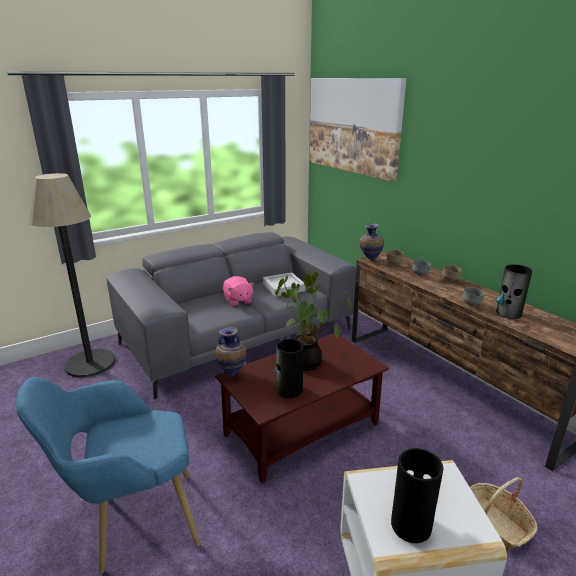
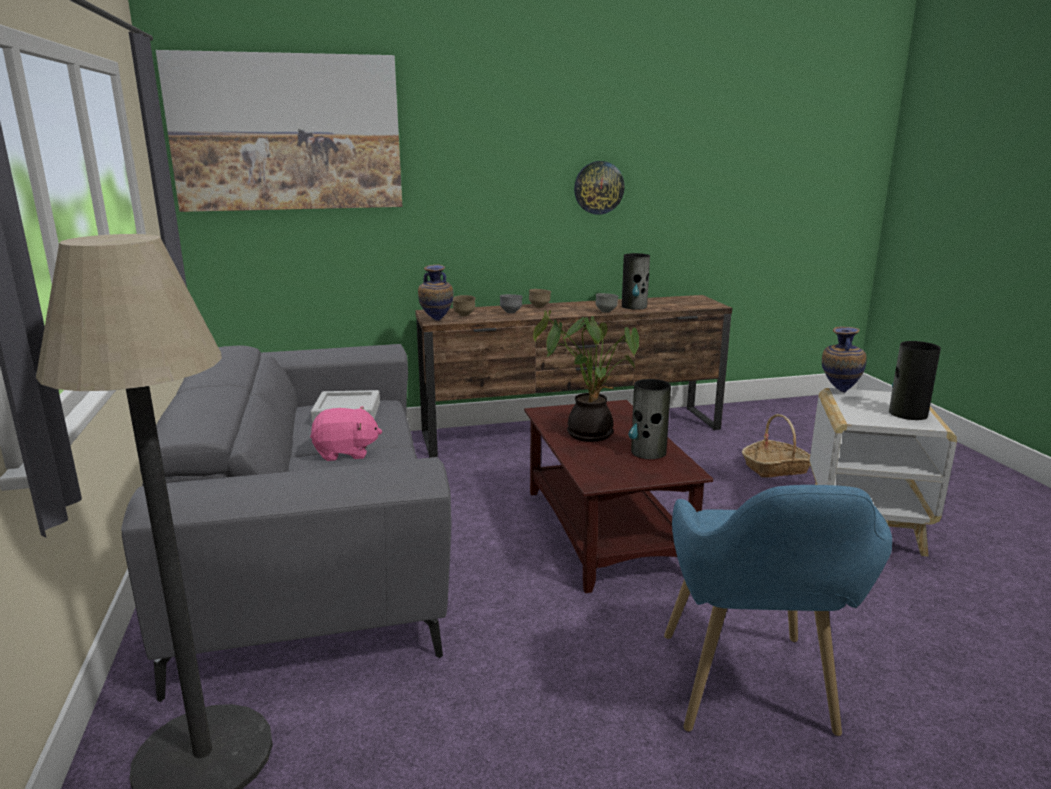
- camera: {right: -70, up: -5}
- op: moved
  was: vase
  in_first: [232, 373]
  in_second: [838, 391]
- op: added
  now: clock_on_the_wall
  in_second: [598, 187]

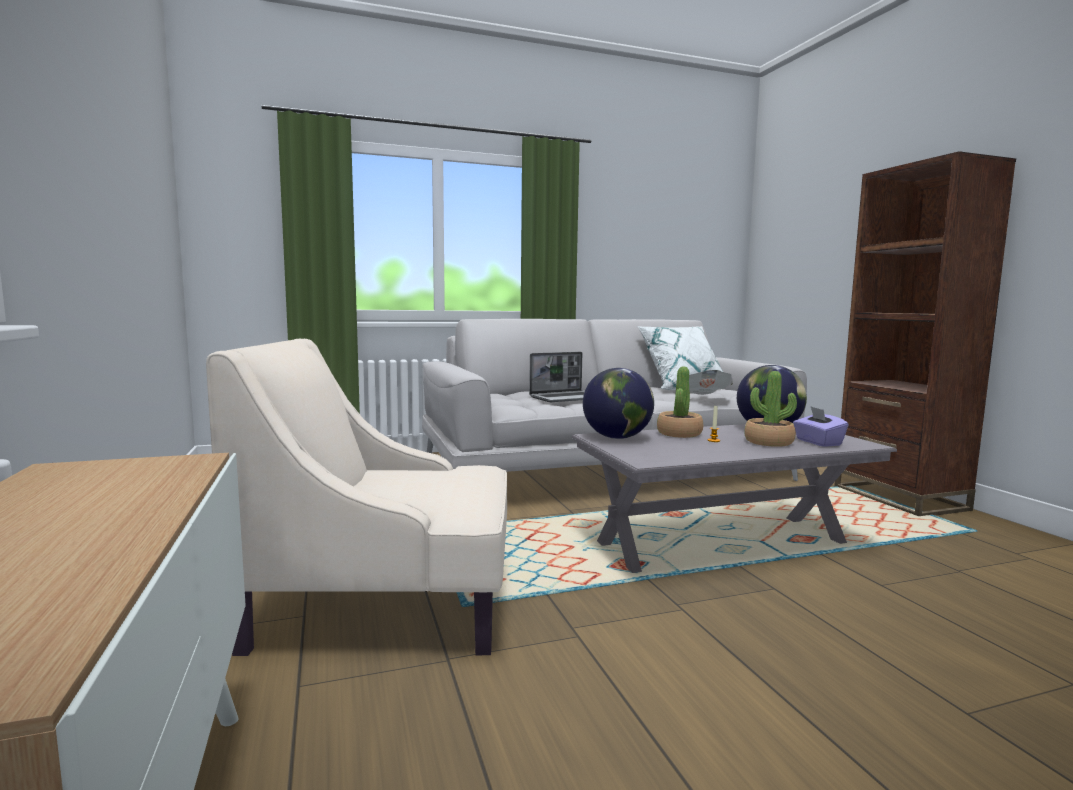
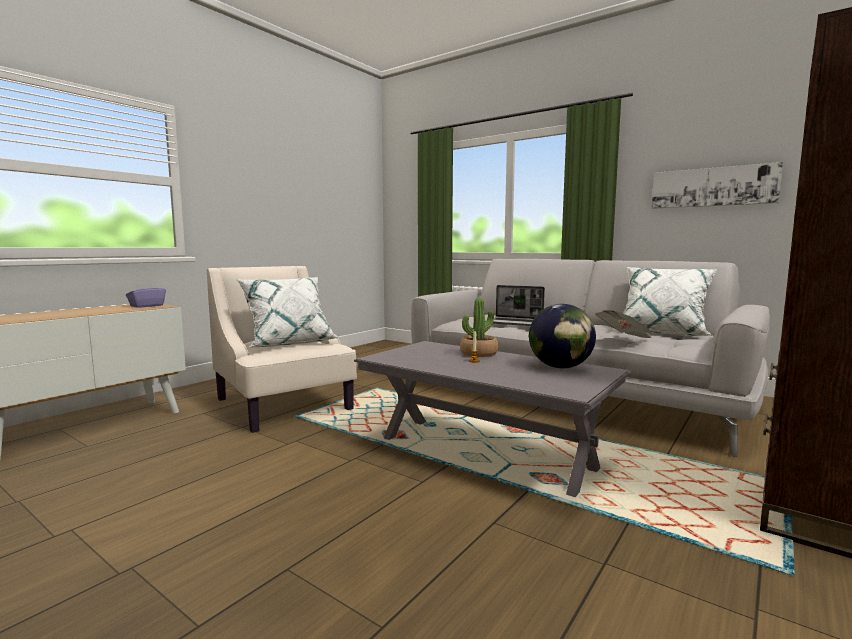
- camera: {right: 55, up: 0}
- op: removed
  was: desk_globe
  in_first: [617, 437]
- op: removed
  was: houseplant
  in_first: [768, 442]
- op: moved
  was: purple-coloured_box_of_tissues
  in_first: [818, 442]
  in_second: [147, 306]
- op: added
  now: white_cushion
  in_second: [289, 343]
- op: added
  now: picture
  in_second: [713, 187]

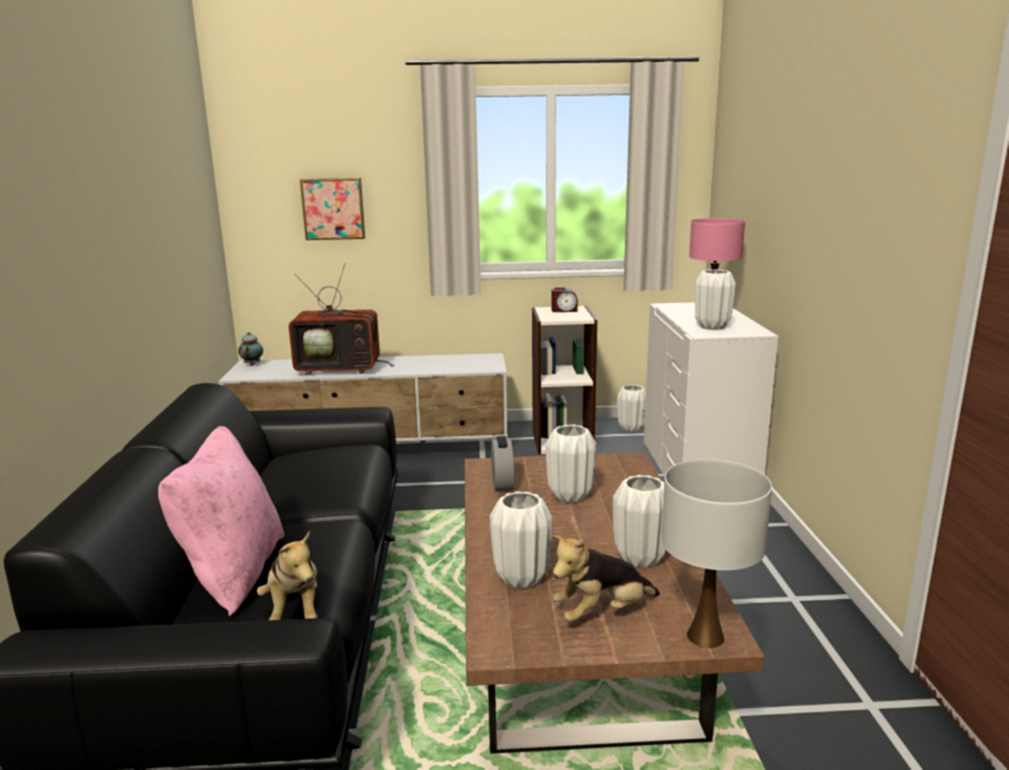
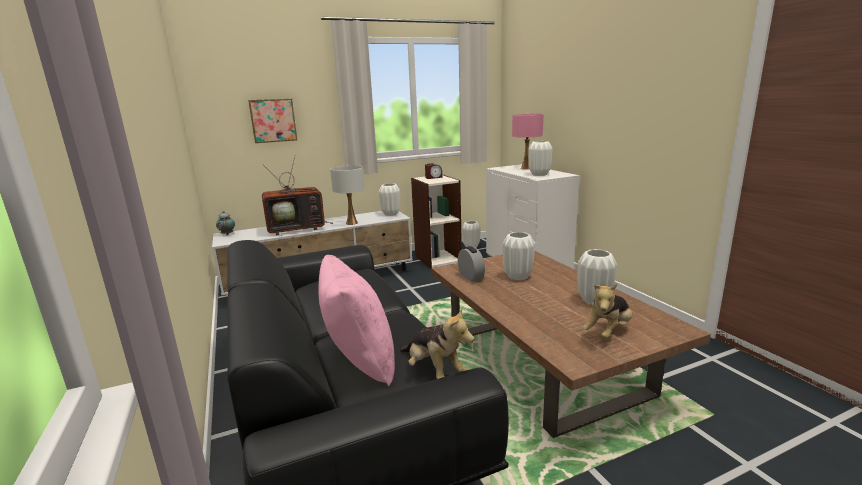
- camera: {right: -20, up: 0}
- op: moved
  was: white_vase
  in_first: [520, 578]
  in_second: [390, 214]
- op: moved
  was: white_tabletop_lamp
  in_first: [705, 636]
  in_second: [351, 223]

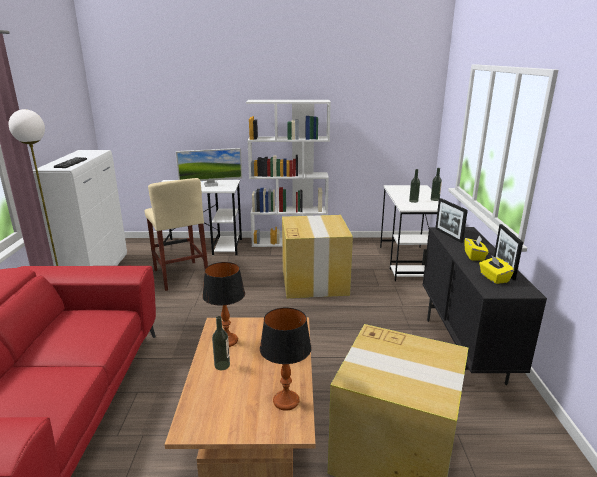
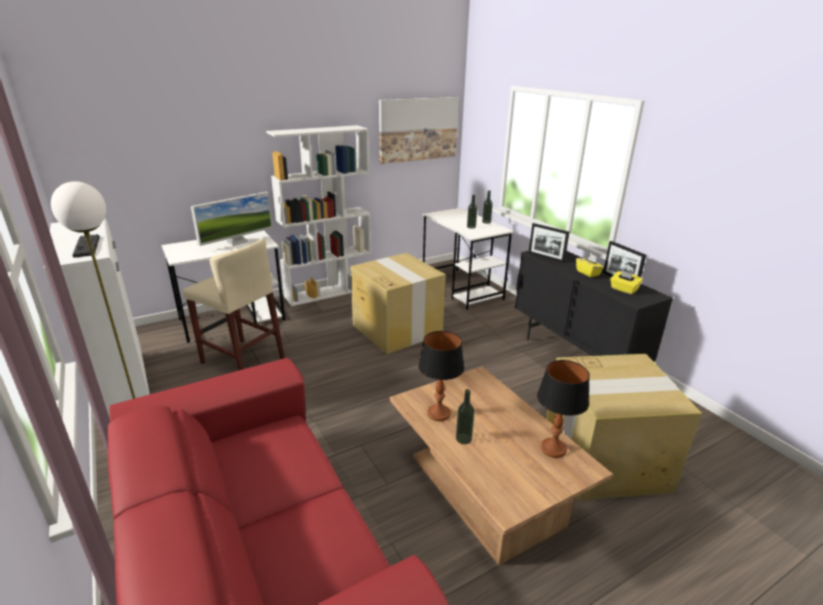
- camera: {right: -30, up: 5}
- op: added
  now: picture
  in_second: [418, 129]

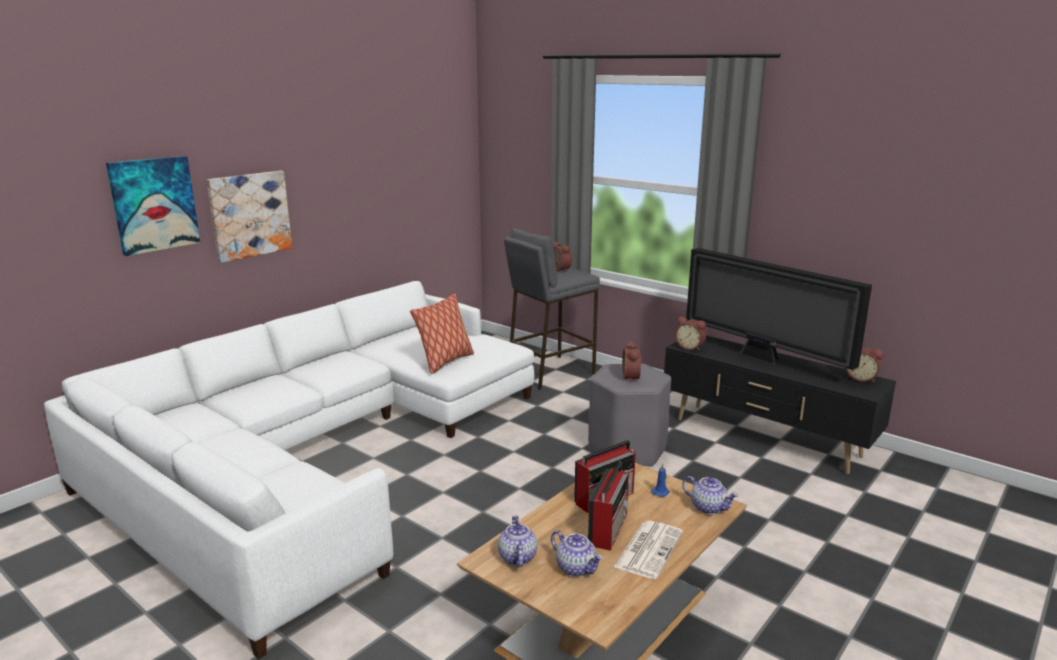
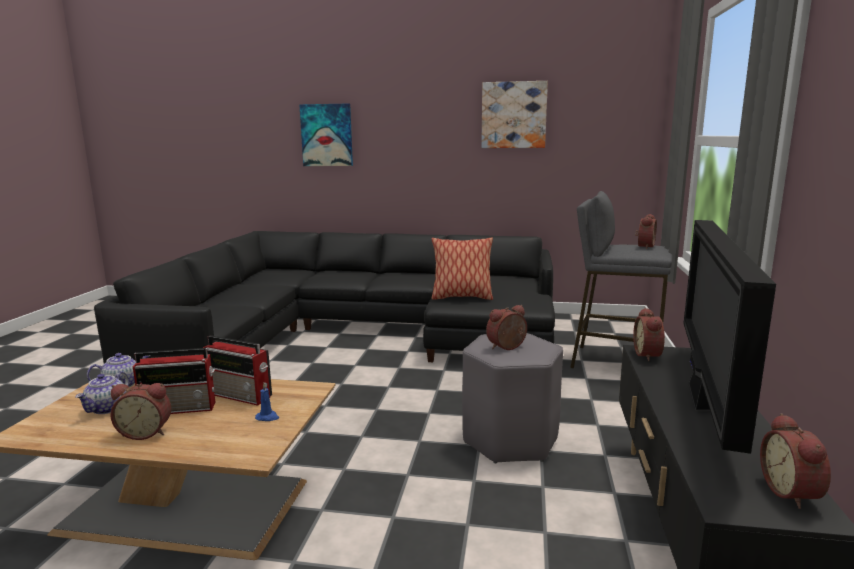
- camera: {right: 60, up: -5}
- op: recoloured
  was: white_settee
  now: blackish_settee
  in_first: [318, 453]
  in_second: [355, 333]
- op: moved
  was: picture
  in_first: [249, 215]
  in_second: [513, 115]
- op: replaced
  was: newspaper
  now: alarm_clock
  in_first: [648, 549]
  in_second: [146, 432]
- op: removed
  was: tea_pot
  in_first: [708, 507]

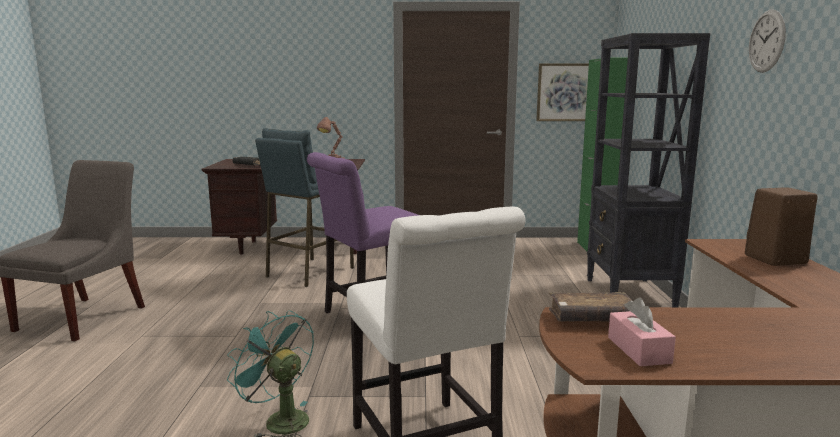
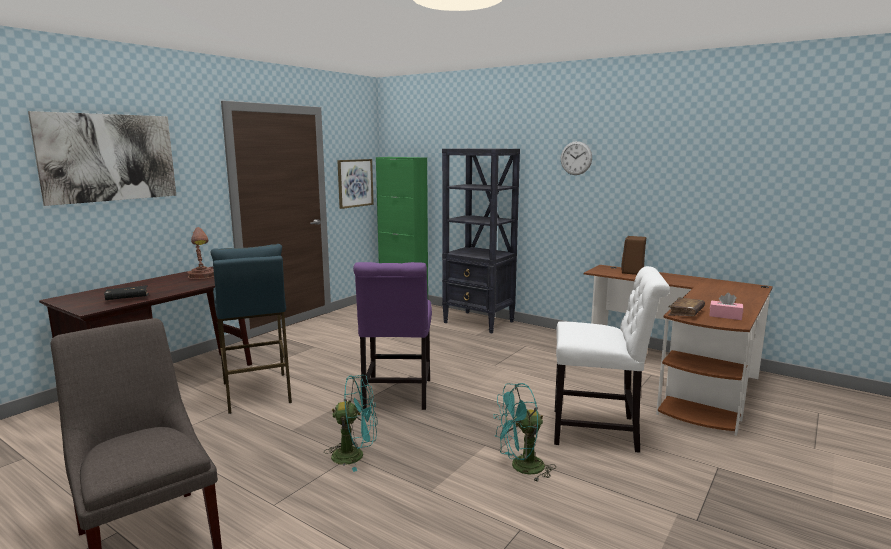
- camera: {right: -55, up: 0}
- op: added
  now: picture
  in_second: [109, 157]
- op: added
  now: turquoise_fan
  in_second: [355, 455]

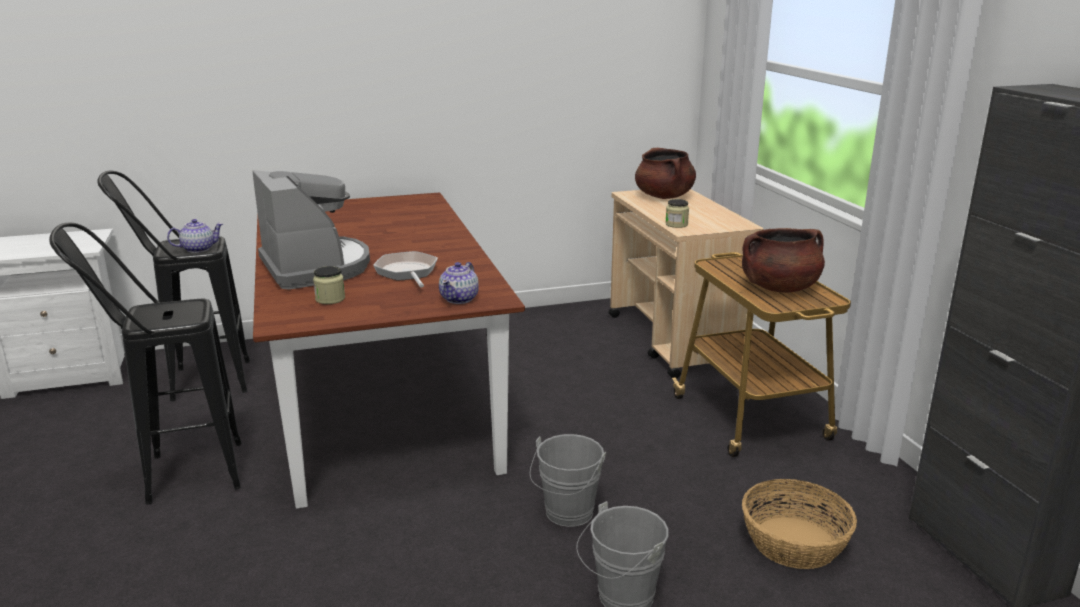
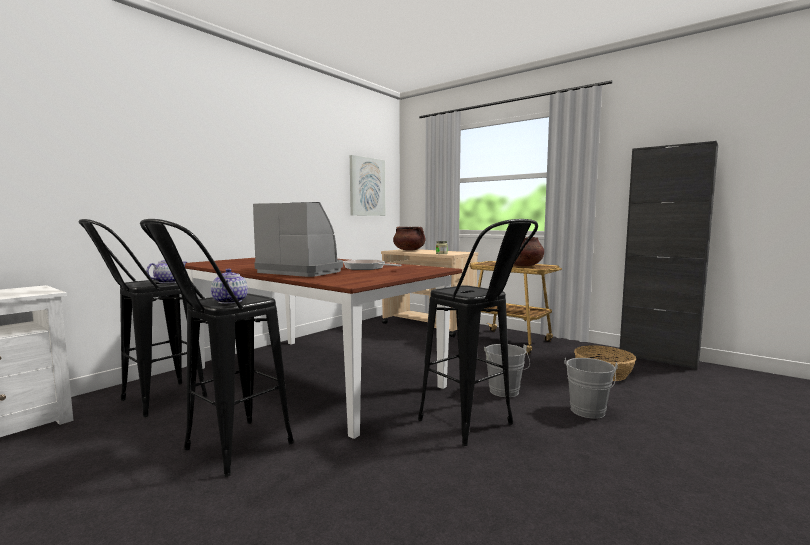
- camera: {right: -35, up: -15}
- op: removed
  was: preserve_jar
  in_first: [330, 299]
- op: moved
  was: tea_pot
  in_first: [460, 299]
  in_second: [230, 301]
- op: added
  now: picture
  in_second: [367, 187]
- op: added
  now: blackish_stool
  in_second: [475, 427]

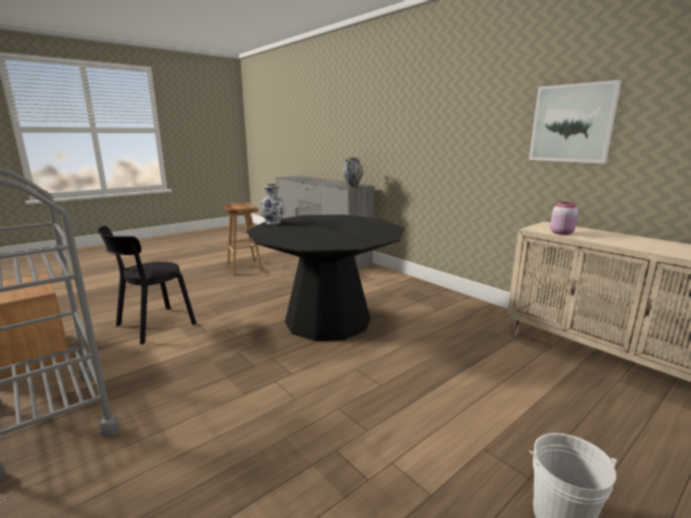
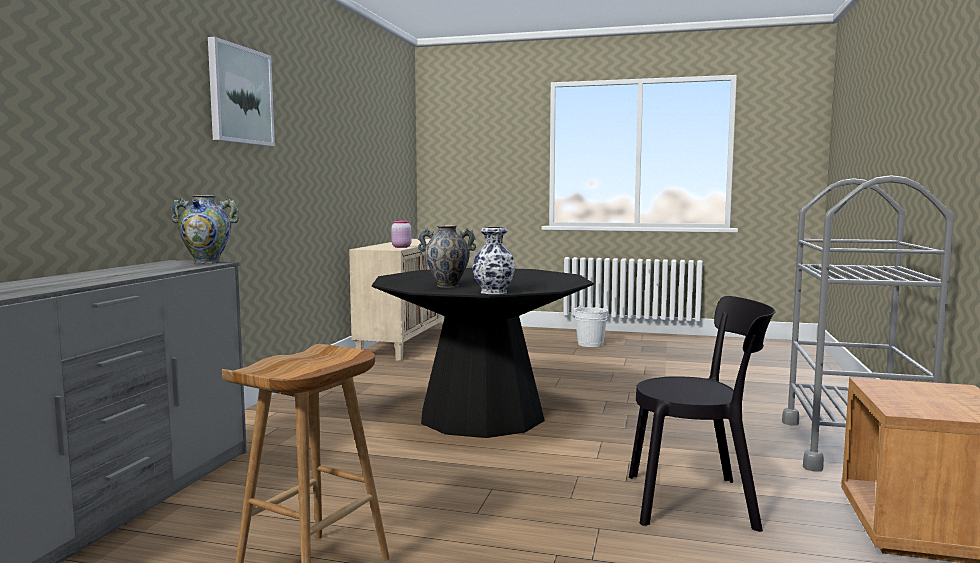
- camera: {right: -125, up: -10}
- op: moved
  was: picture
  in_first: [572, 123]
  in_second: [240, 95]
- op: added
  now: vase
  in_second: [447, 286]

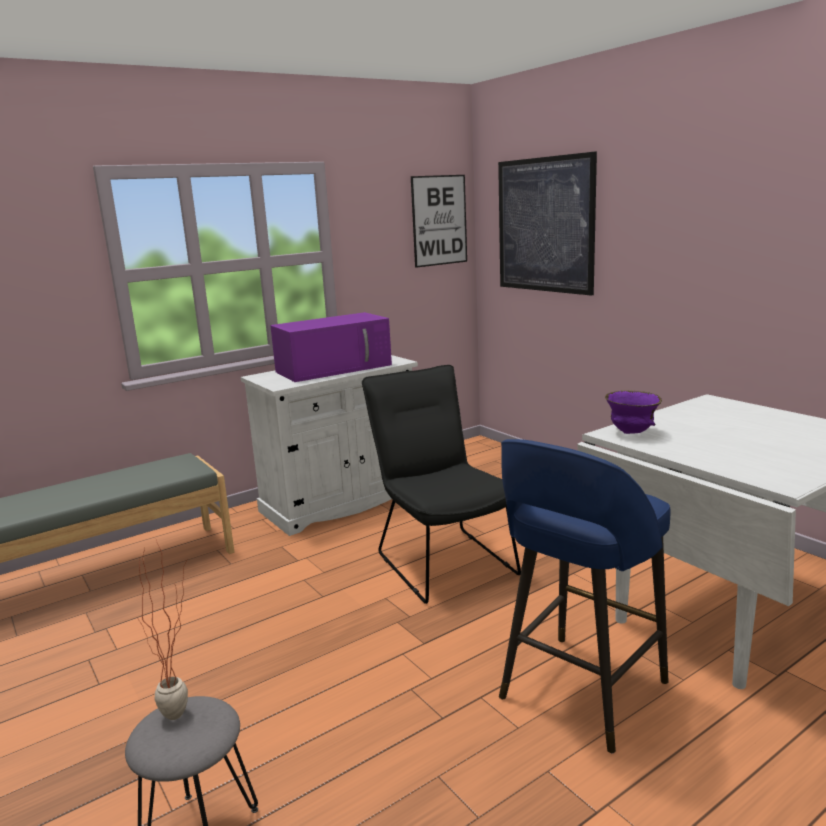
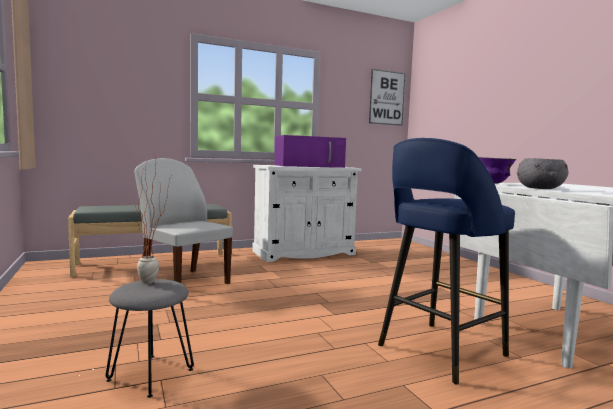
- camera: {right: 10, up: -10}
- op: removed
  was: blackish_plain_chair
  in_first: [441, 559]
- op: removed
  was: picture
  in_first: [545, 225]
- op: added
  now: white_plain_chair
  in_second: [184, 282]
- op: added
  now: gray_bowl
  in_second: [540, 188]

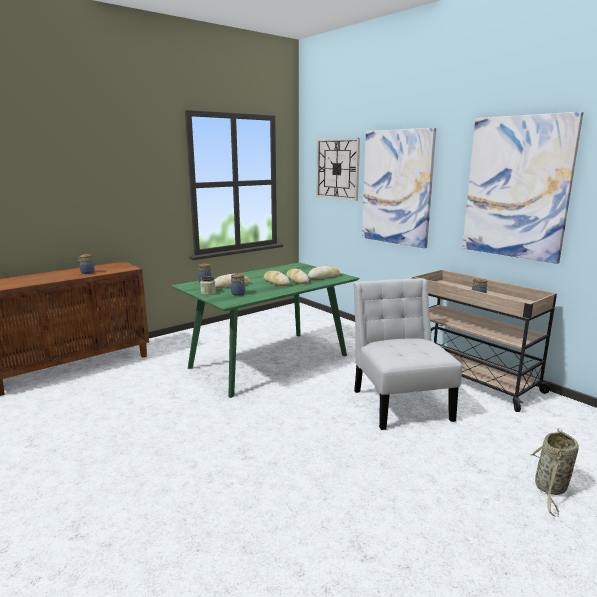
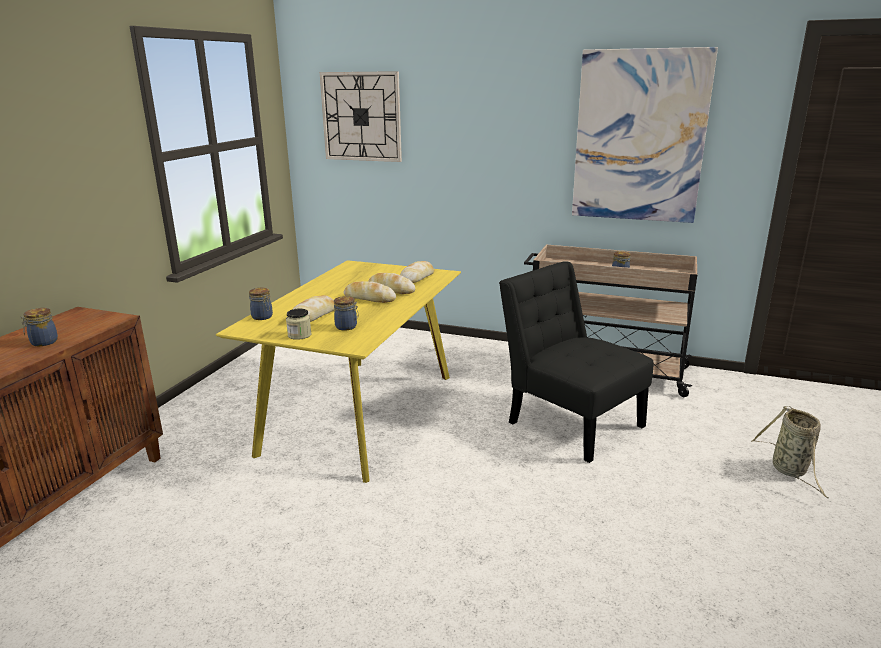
- camera: {right: -30, up: 5}
- op: recoloured
  was: greenish_kitchen_table
  now: yellow_kitchen_table
  in_first: [269, 361]
  in_second: [360, 412]
- op: recoloured
  was: white_plain_chair
  now: blackish_plain_chair
  in_first: [399, 402]
  in_second: [570, 421]
- op: removed
  was: picture
  in_first: [397, 187]

